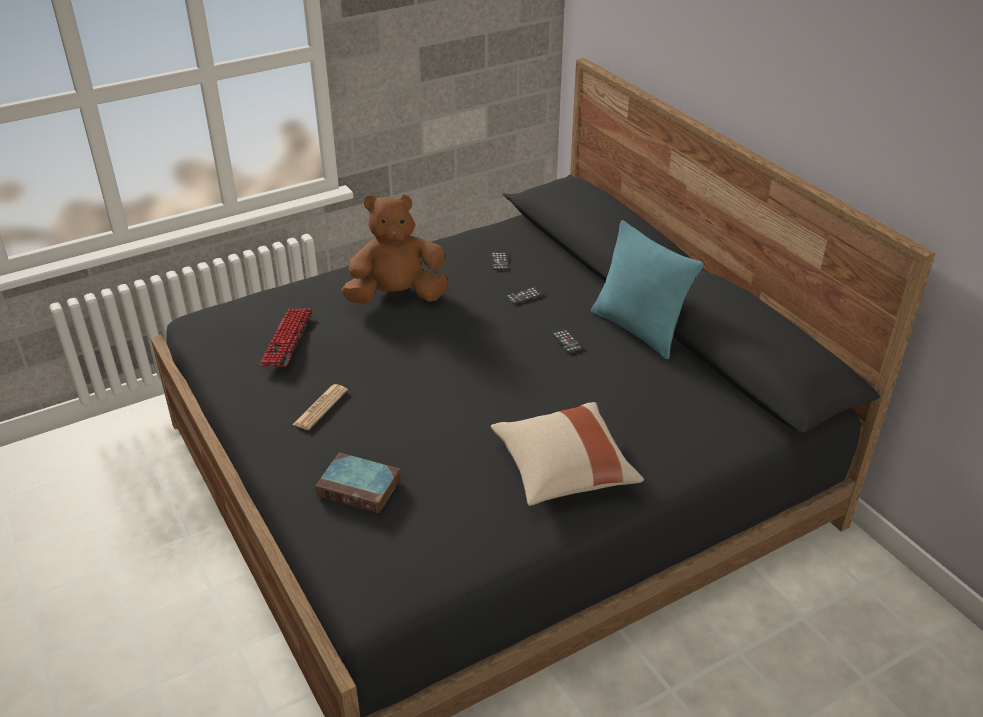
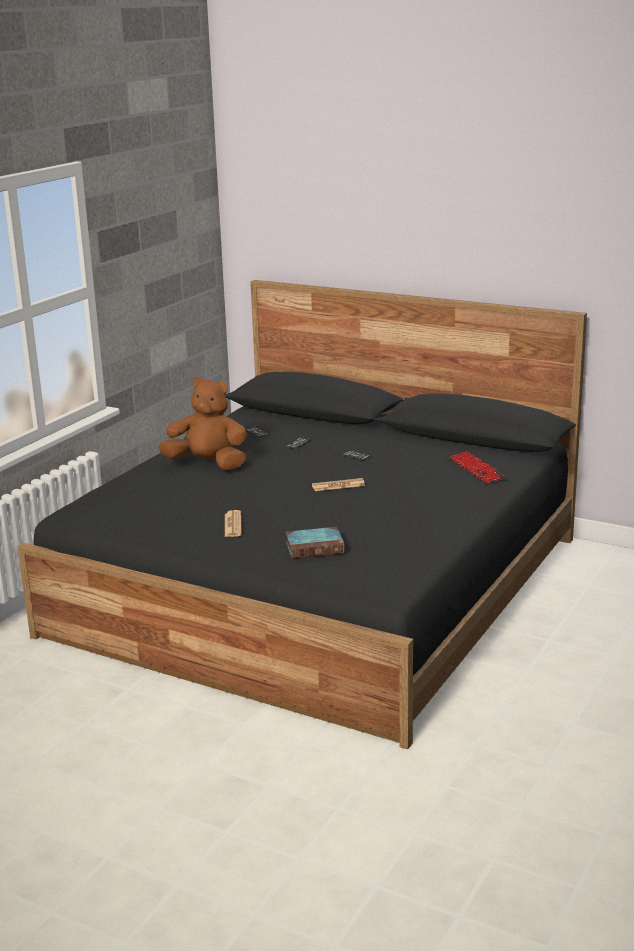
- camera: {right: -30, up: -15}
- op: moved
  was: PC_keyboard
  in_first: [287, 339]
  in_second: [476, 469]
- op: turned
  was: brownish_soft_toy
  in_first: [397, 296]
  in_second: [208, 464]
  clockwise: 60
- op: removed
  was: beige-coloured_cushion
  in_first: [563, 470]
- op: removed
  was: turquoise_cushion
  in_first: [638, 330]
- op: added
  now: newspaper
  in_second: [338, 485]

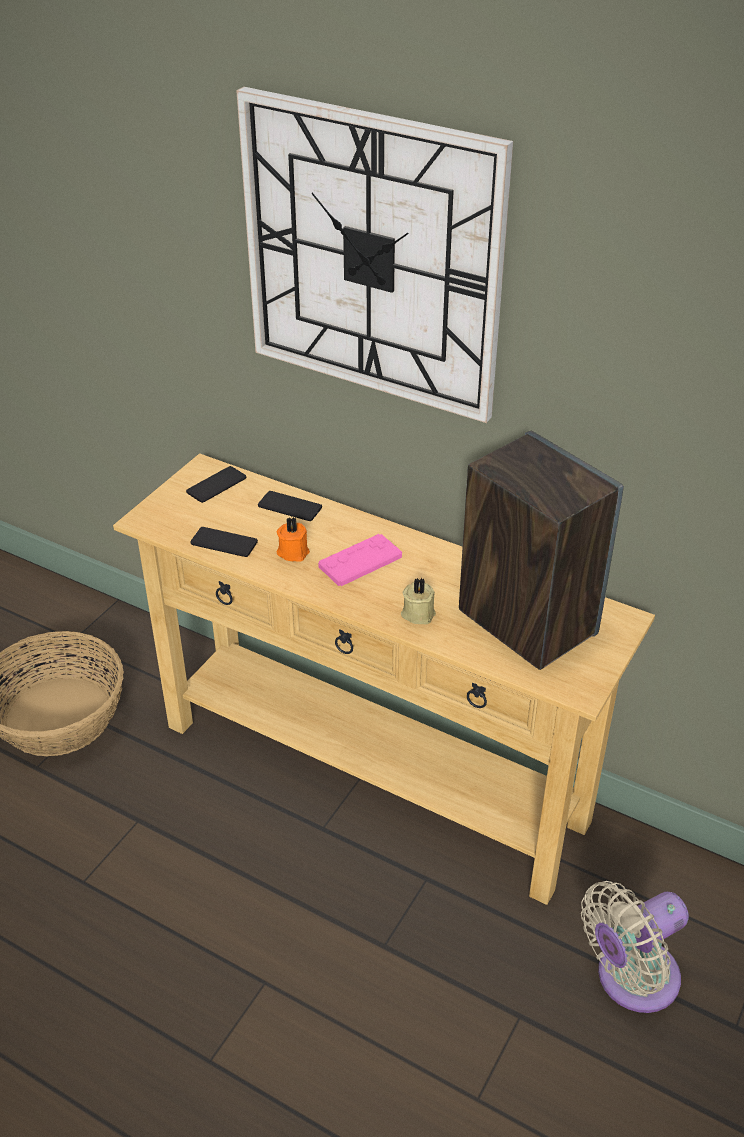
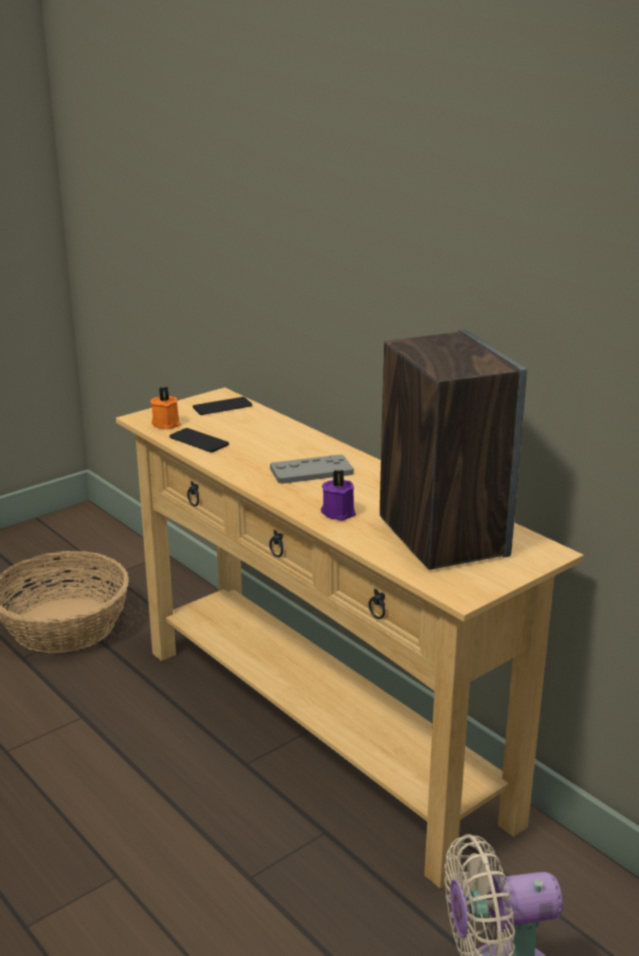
- camera: {right: 20, up: -15}
- op: removed
  was: clock_on_the_wall
  in_first: [371, 257]
- op: removed
  was: handset
  in_first: [290, 507]
- op: moved
  was: orange-coloured_wax_candle
  in_first: [293, 551]
  in_second: [166, 423]
- op: recoloured
  was: pinkish_game_controller
  now: gray_game_controller
  in_first: [360, 561]
  in_second: [311, 471]
- op: recoloured
  was: beige-coloured_wax_candle
  now: purple-coloured_wax_candle
  in_first: [418, 613]
  in_second: [338, 512]

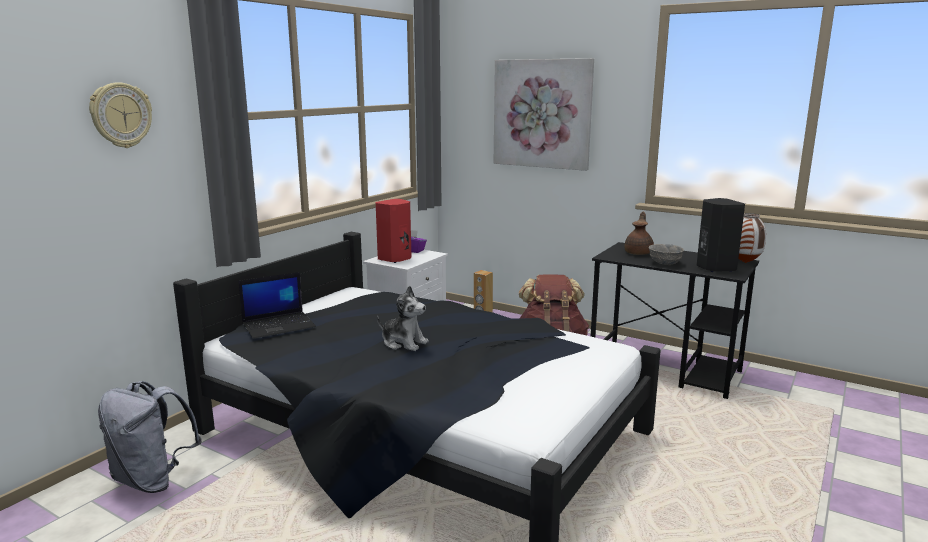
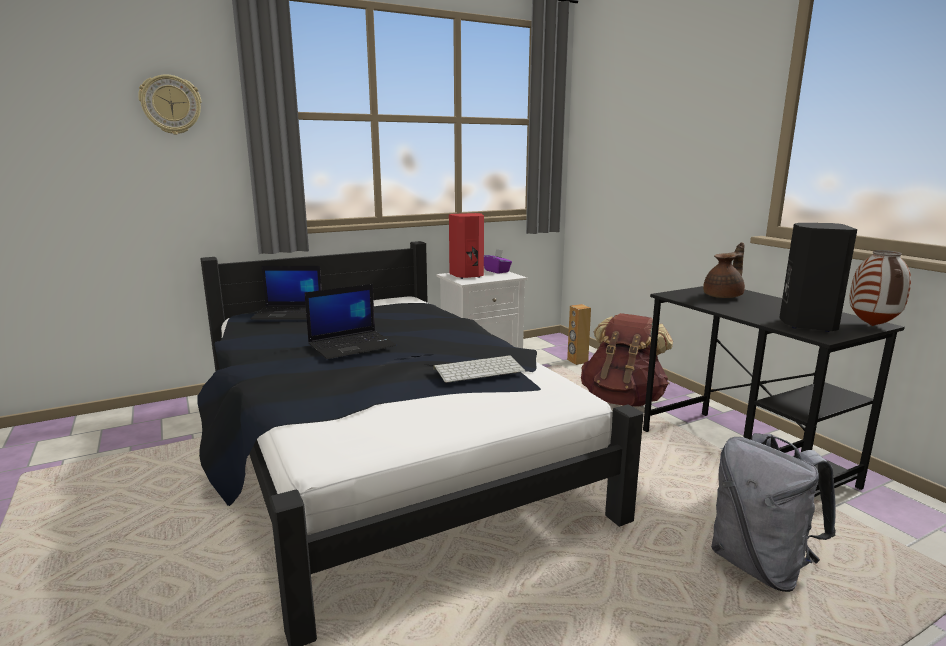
- camera: {right: 30, up: 0}
- op: moved
  was: gray_backpack
  in_first: [153, 480]
  in_second: [760, 566]
- op: replaced
  was: soft_toy
  now: portable_computer
  in_first: [404, 343]
  in_second: [352, 345]
- op: removed
  was: picture
  in_first: [542, 114]
- op: removed
  was: gray_bowl
  in_first: [664, 263]
- op: added
  now: PC_keyboard
  in_second: [479, 369]

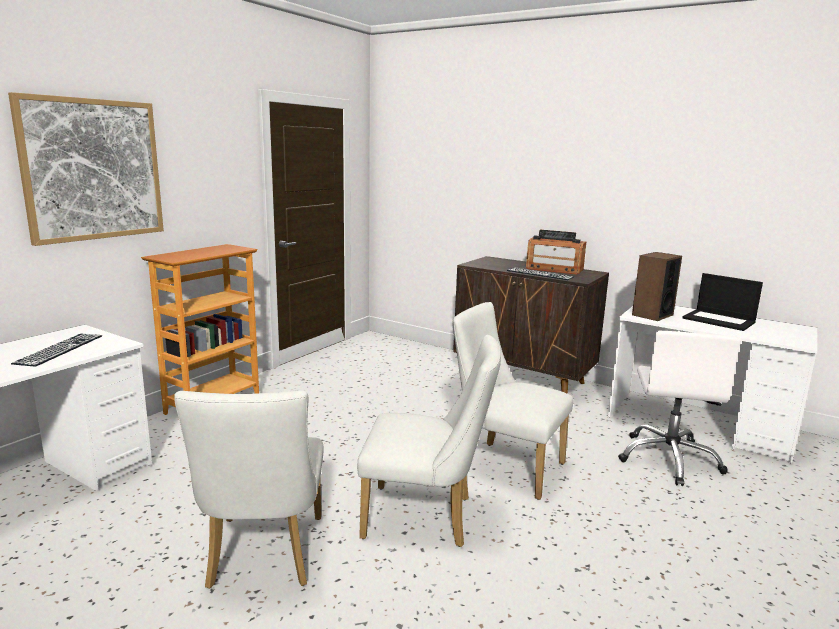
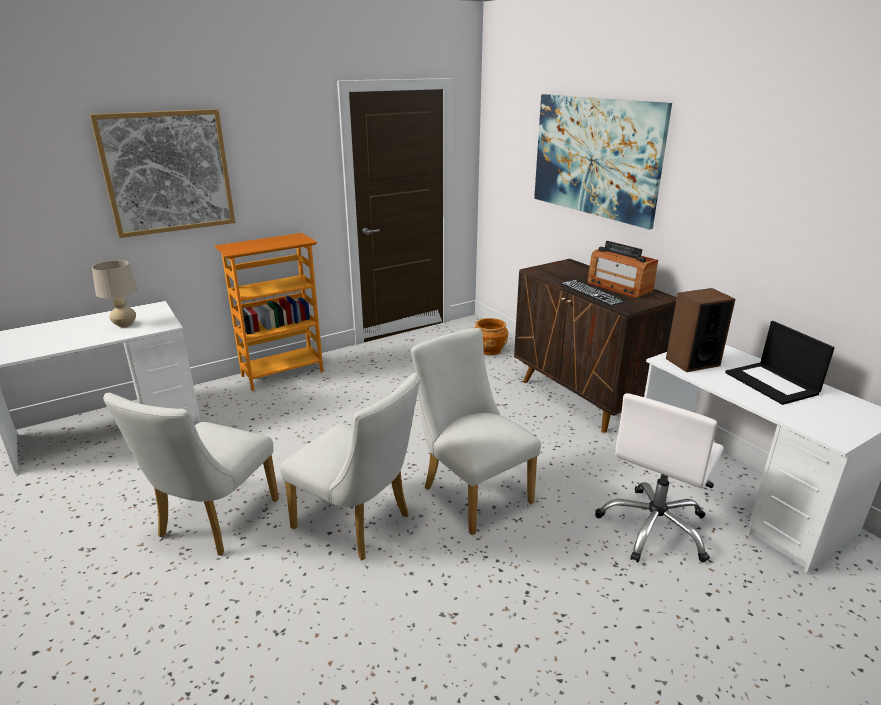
- camera: {right: 25, up: 10}
- op: replaced
  was: PC_keyboard
  now: beige-coloured_tabletop_lamp
  in_first: [59, 349]
  in_second: [125, 324]
- op: added
  now: brownish_plant_pot
  in_second: [489, 350]
- op: added
  now: picture
  in_second: [595, 157]

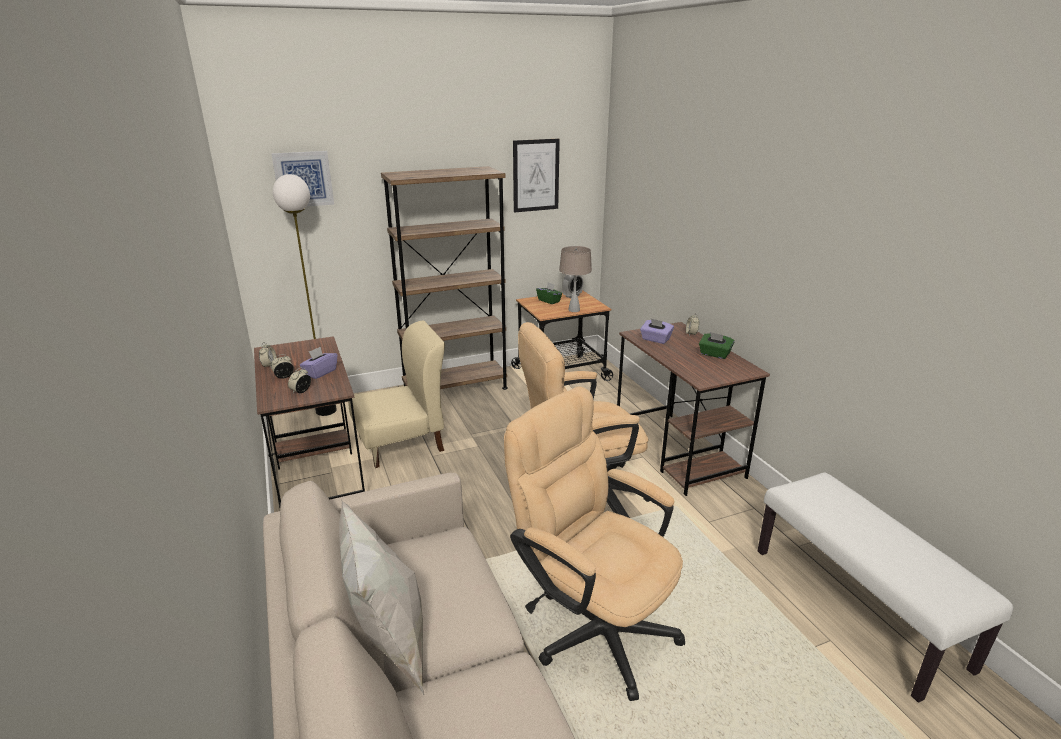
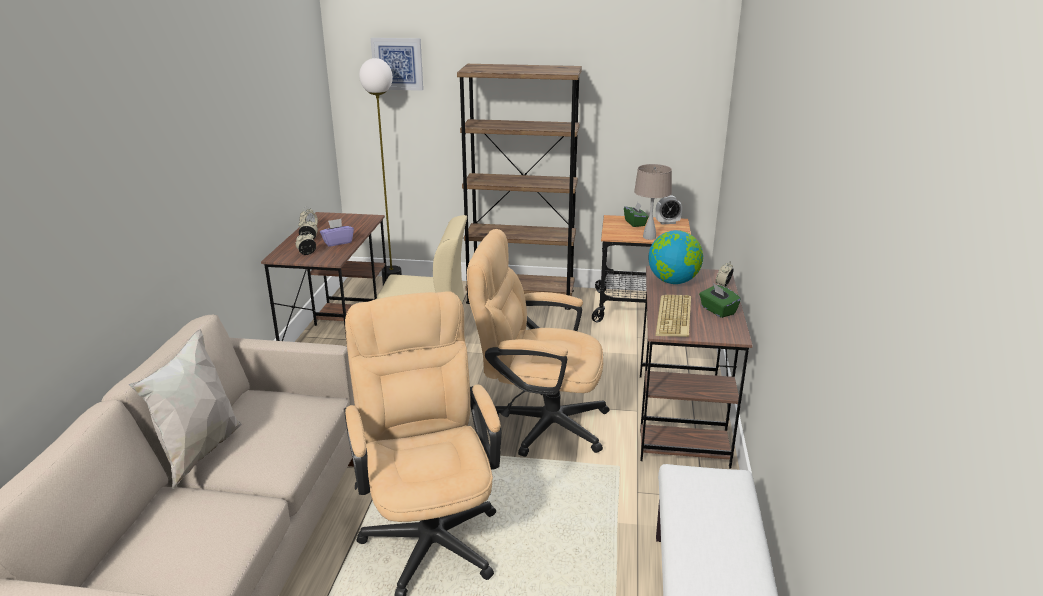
- camera: {right: 30, up: 0}
- op: removed
  was: picture
  in_first: [536, 175]
- op: replaced
  was: purple-coloured_box_of_tissues
  now: desk_globe
  in_first: [655, 339]
  in_second: [673, 281]
- op: added
  now: PC_keyboard
  in_second: [675, 317]

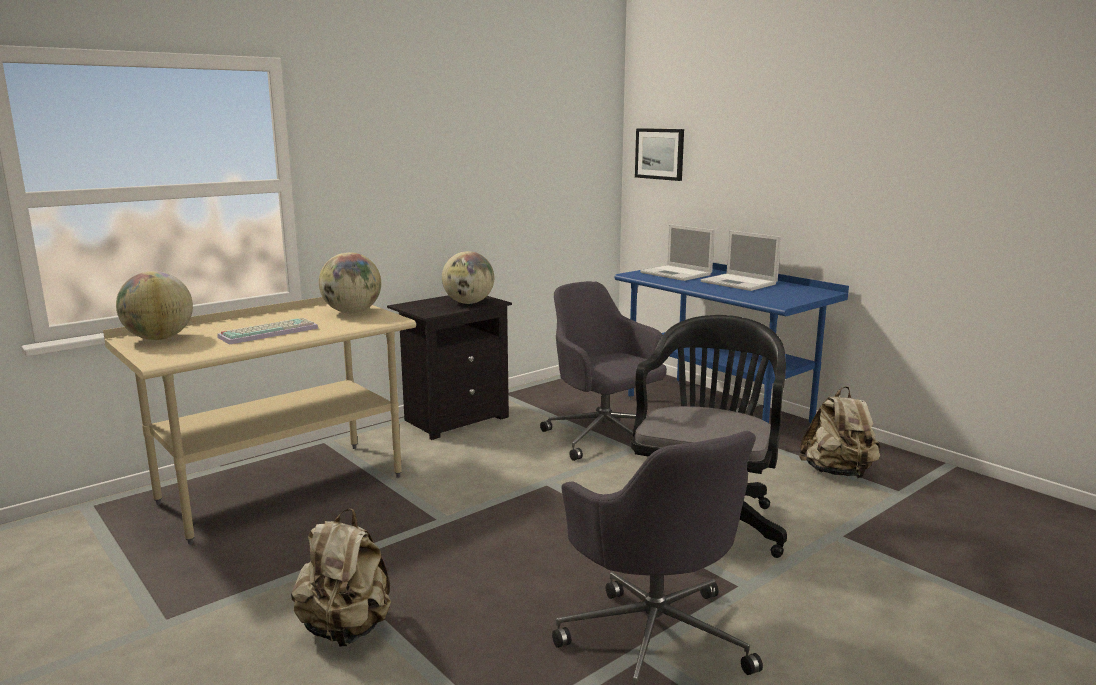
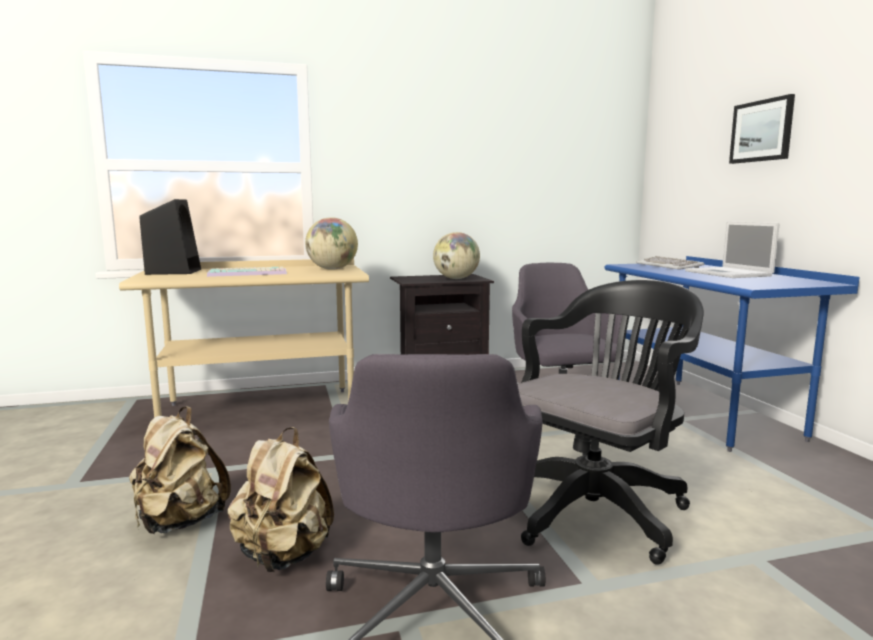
- camera: {right: 25, up: -5}
- op: replaced
  was: desk_globe
  now: blackish_speaker
  in_first: [159, 338]
  in_second: [174, 271]
- op: moved
  was: picture
  in_first: [660, 154]
  in_second: [761, 131]
- op: replaced
  was: portable_computer
  now: PC_keyboard
  in_first: [677, 274]
  in_second: [669, 266]
- op: moved
  was: beige-coloured_backpack
  in_first: [838, 473]
  in_second: [283, 556]

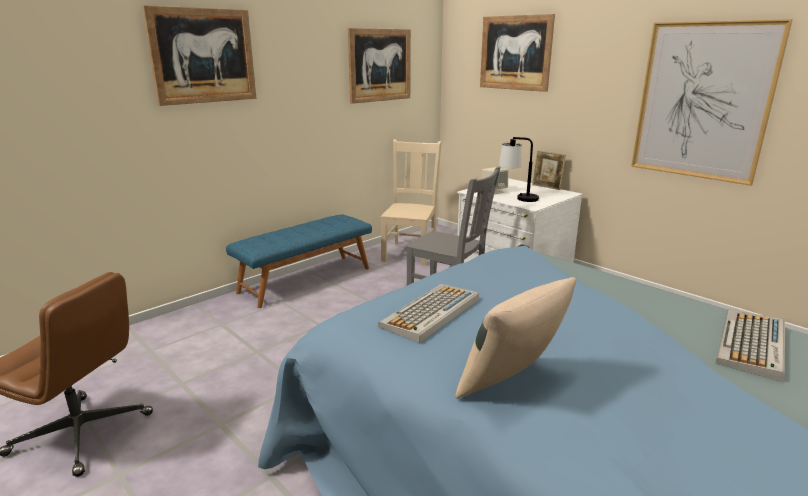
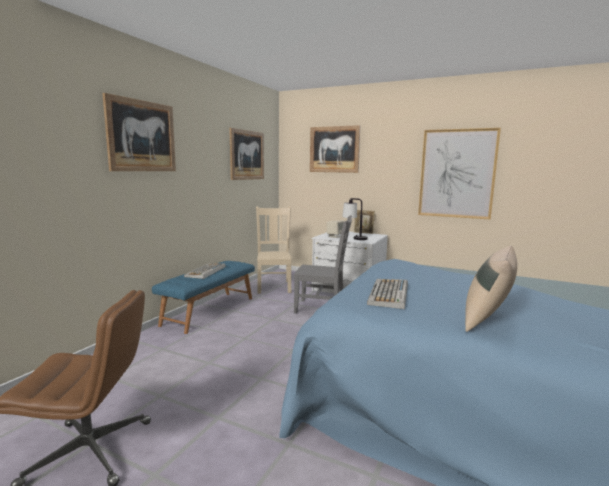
- camera: {right: -20, up: -10}
- op: moved
  was: PC_keyboard
  in_first: [752, 345]
  in_second: [206, 271]

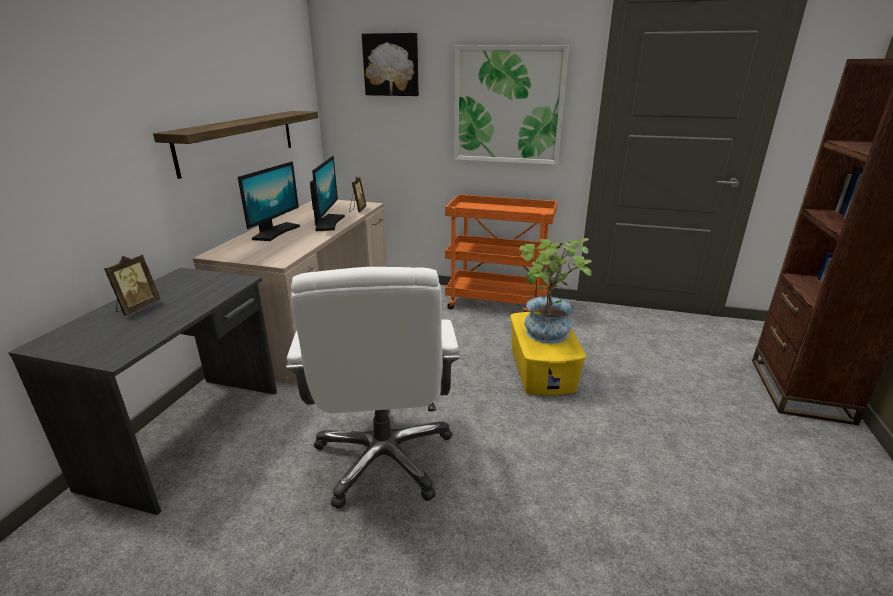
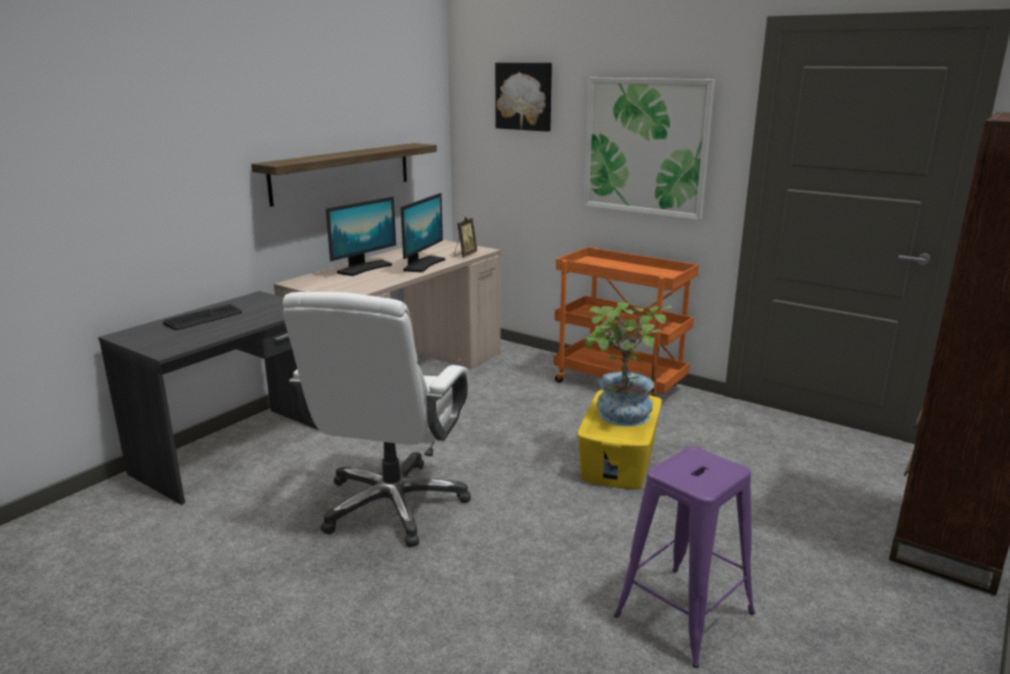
- camera: {right: 20, up: -5}
- op: replaced
  was: picture_frame
  now: PC_keyboard
  in_first: [137, 308]
  in_second: [204, 318]
- op: added
  now: purple-coloured_stool
  in_second: [683, 614]

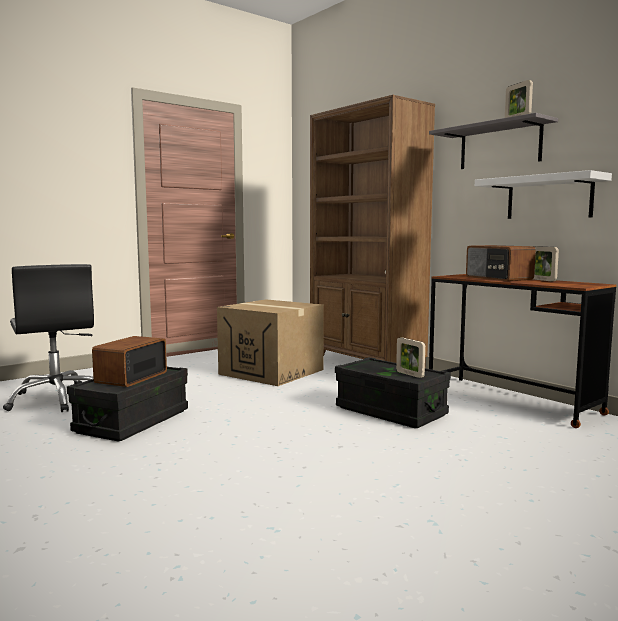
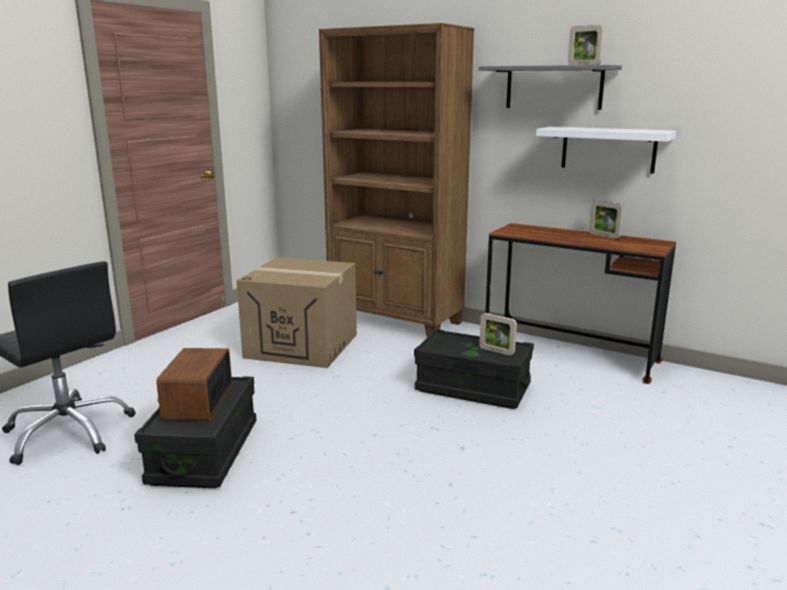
- camera: {right: -20, up: 10}
- op: removed
  was: radio_set
  in_first: [498, 278]

